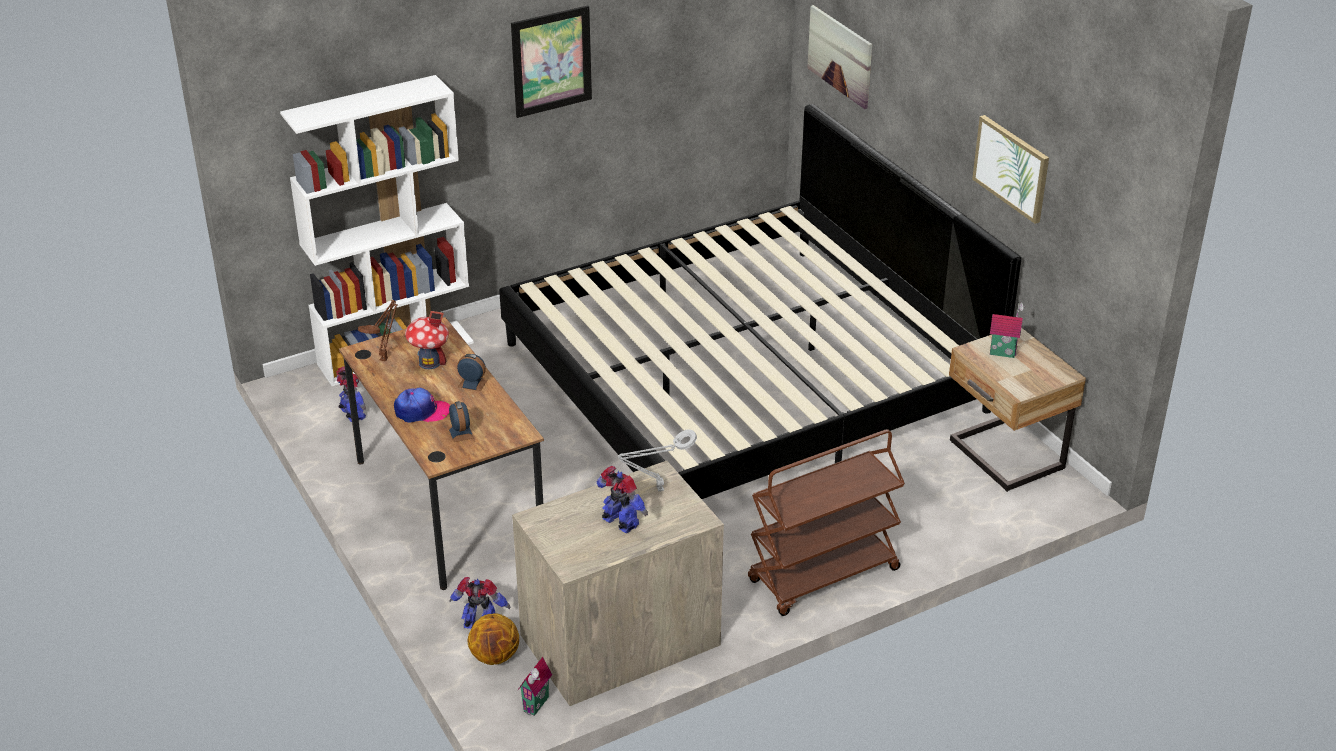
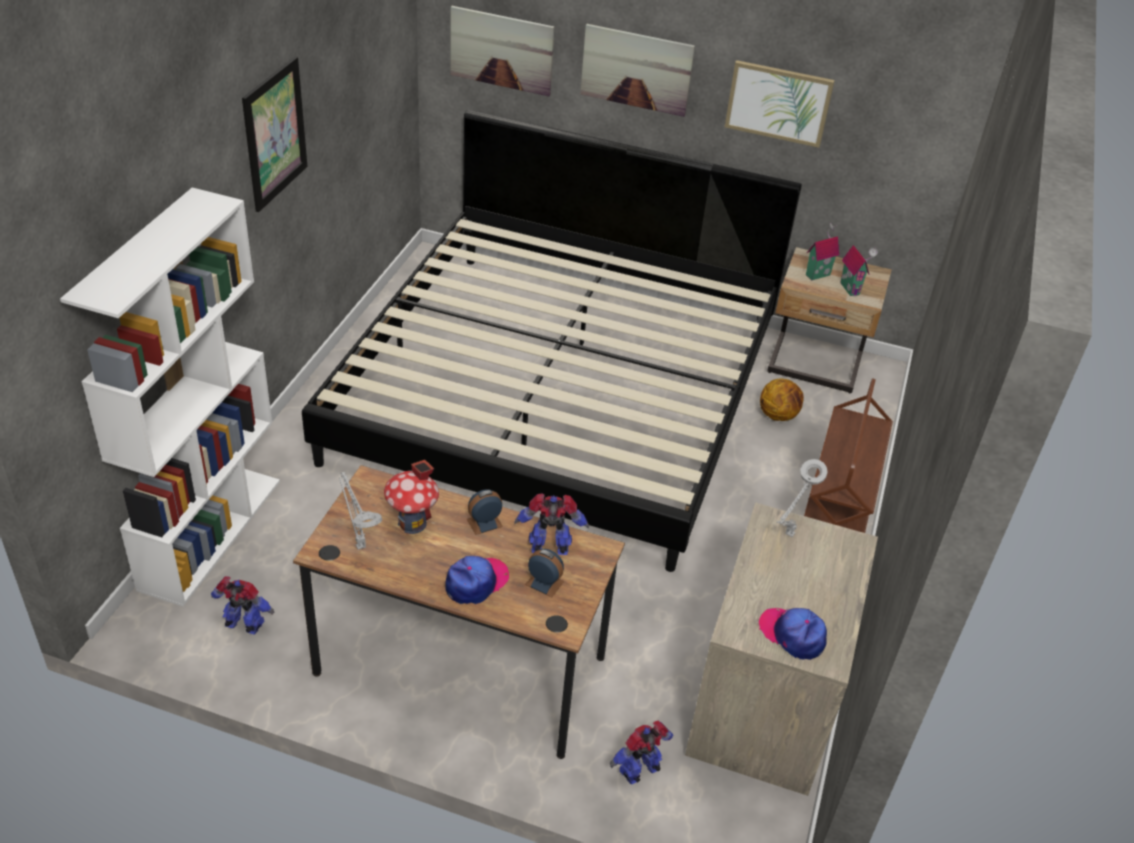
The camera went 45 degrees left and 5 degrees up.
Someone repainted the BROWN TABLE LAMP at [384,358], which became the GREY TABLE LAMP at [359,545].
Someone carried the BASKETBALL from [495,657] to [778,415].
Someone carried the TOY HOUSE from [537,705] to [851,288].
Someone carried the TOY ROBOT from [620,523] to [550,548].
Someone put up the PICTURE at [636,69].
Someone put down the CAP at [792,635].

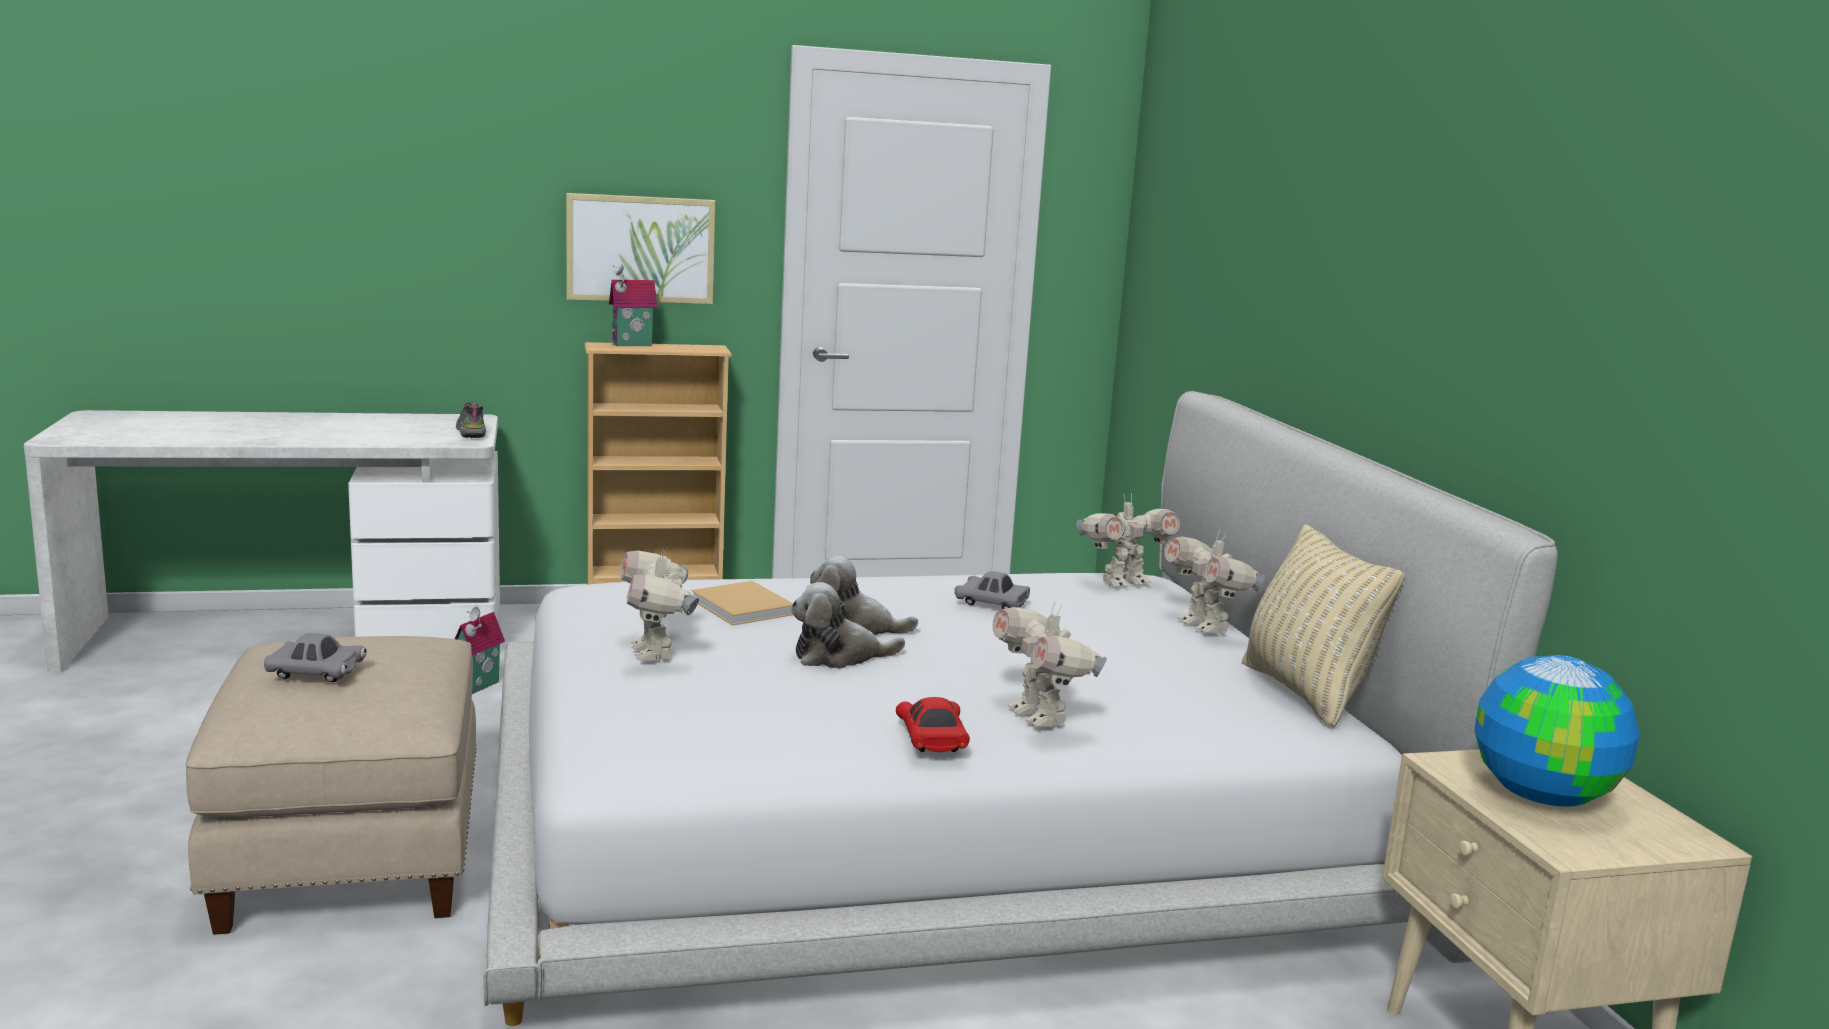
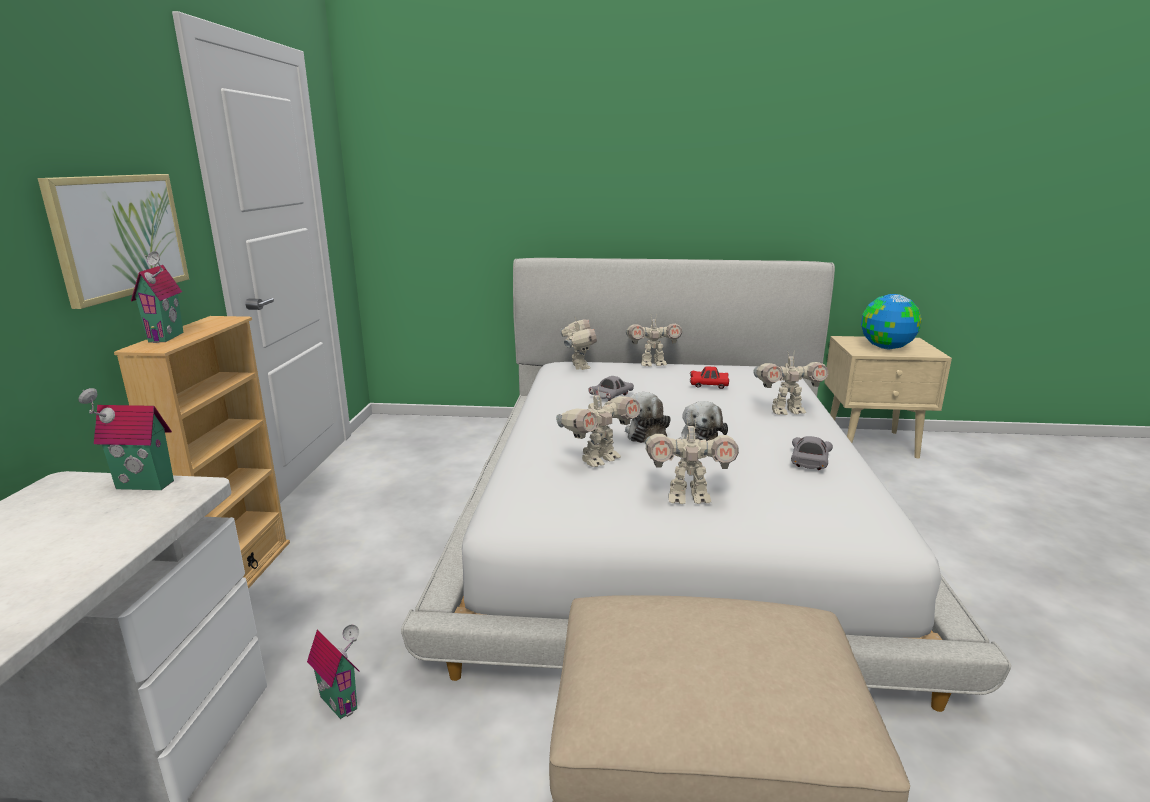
The camera went 70 degrees left and 5 degrees up.
Someone carried the GREY TOY CAR from [316,675] to [809,462].
Someone swapped the SHOE at [470,432] for the TOY HOUSE at [142,486].
Someone swapped the BEIGE BOOK at [744,608] for the TOY ROBOT at [598,459].
Someone carried the RED TOY CAR from [932,740] to [708,386].
Someone took away the BEIGE PILLOW at [1305,693].

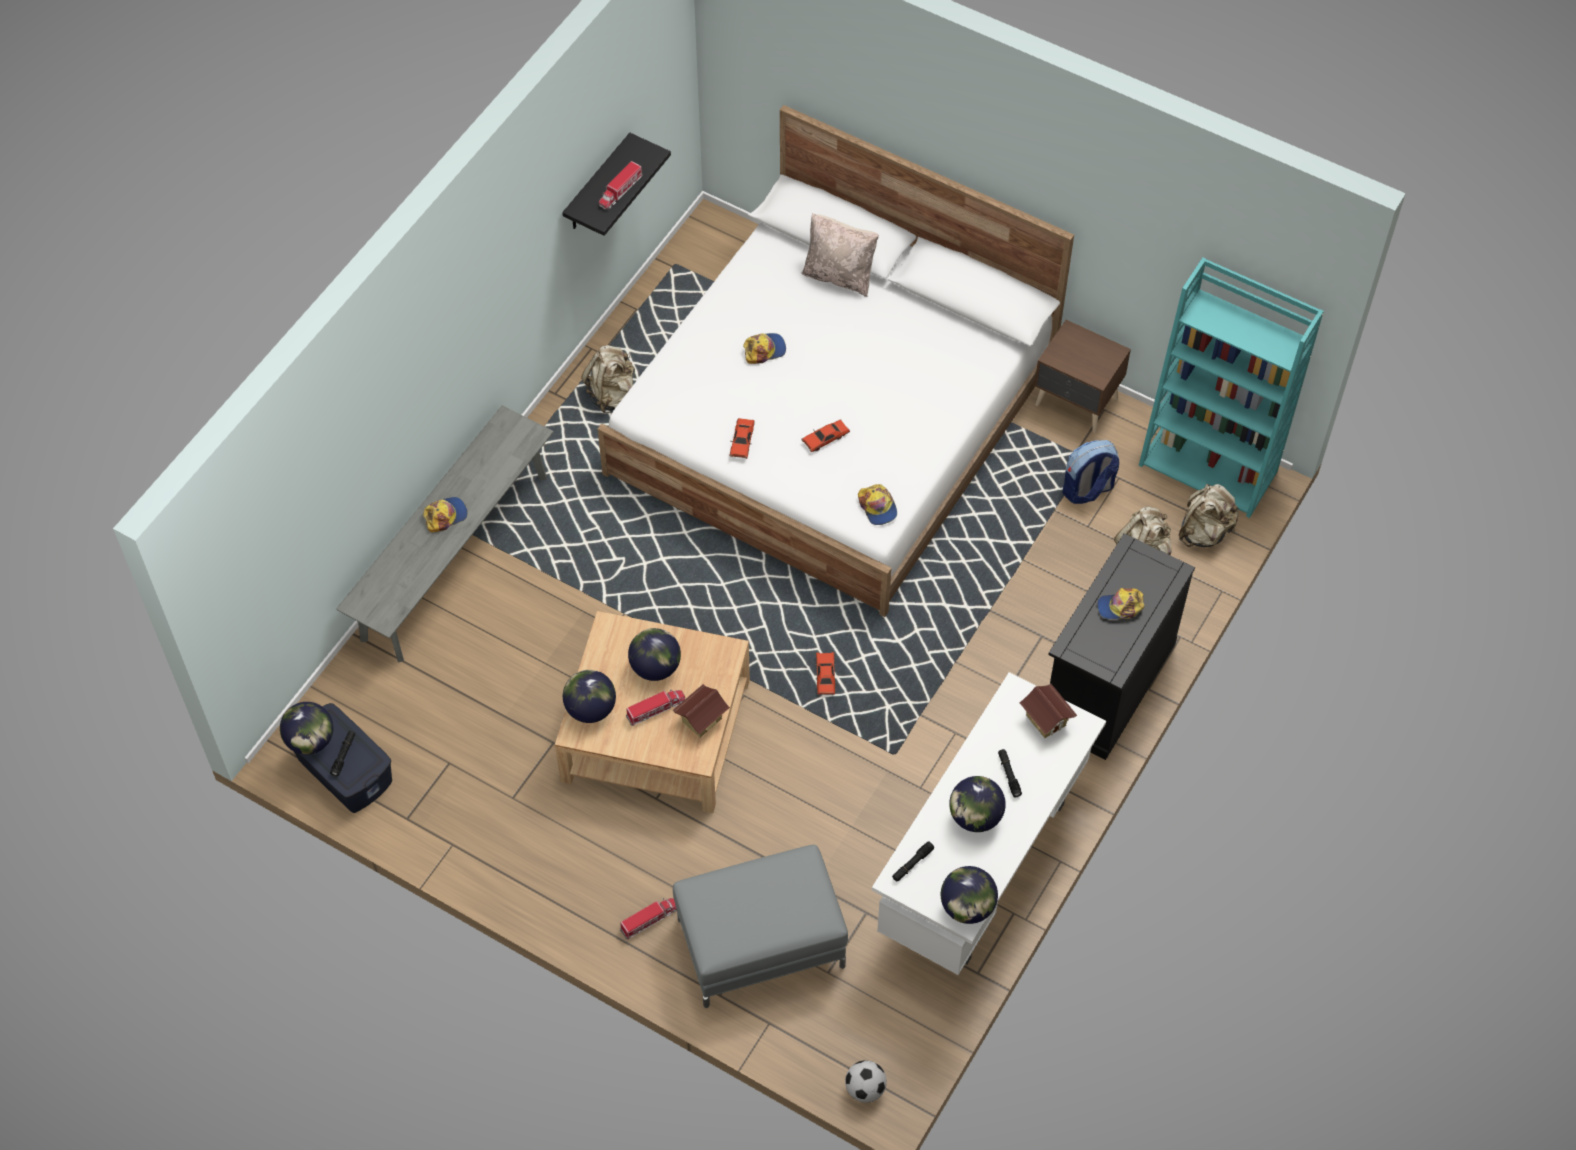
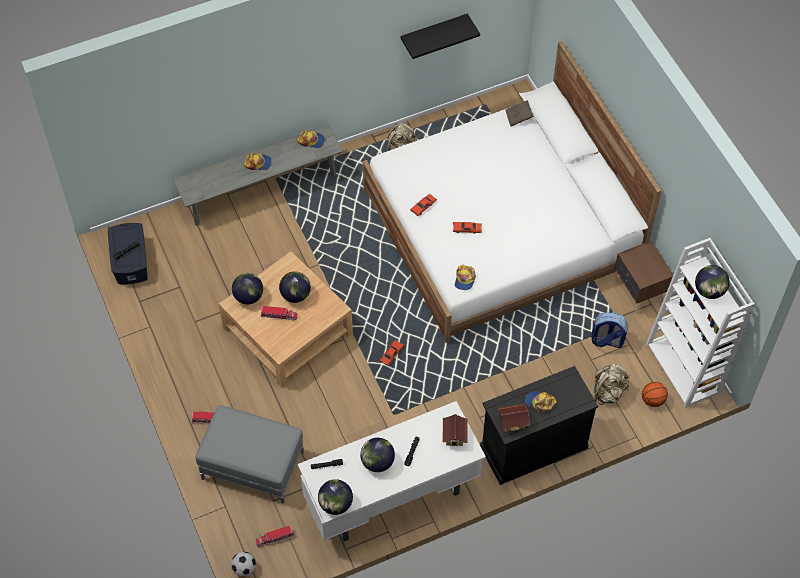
The camera went 35 degrees right and 0 degrees up.
Someone carried the GLOBE from [310,740] to [709,291].
Someone carried the TOY TRUCK from [620,191] to [275,538].
Someone carried the TOY HOUSE from [701,719] to [513,423].
Someone carried the CAP from [764,350] to [311,140].
Someone took away the BEIGE PILLOW at [839,275].
Someone repainted the TURQUOISE BOOKCASE at [1209,468], which became the WHITE BOOKCASE at [684,368].
Someone swapped the BEIGE BACKPACK at [1204,532] for the BASKETBALL at [653,400].
Someone put down the BROWN BOOK at [518,117].

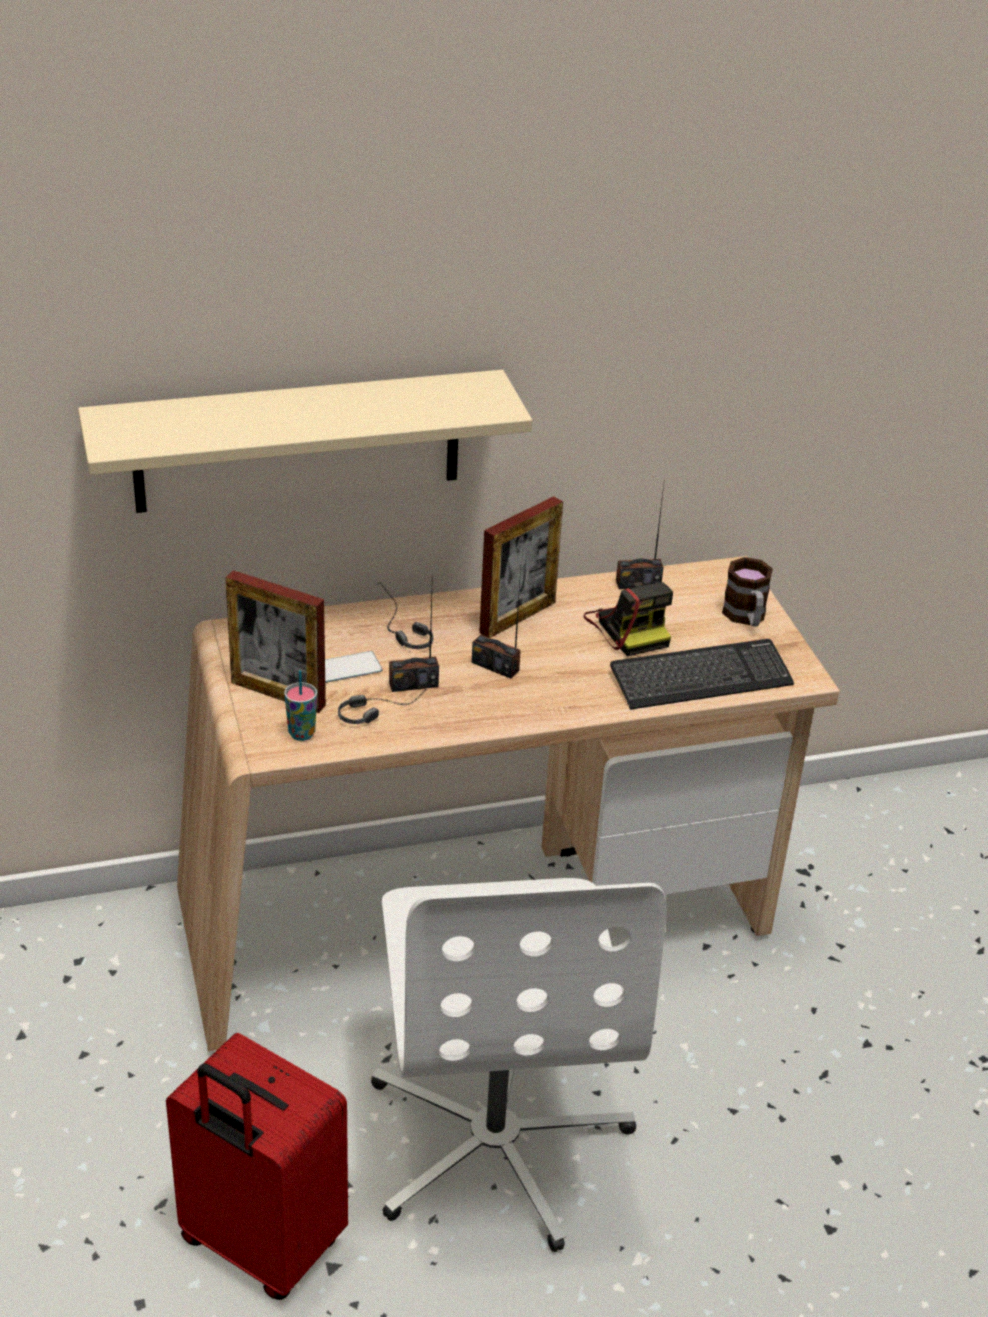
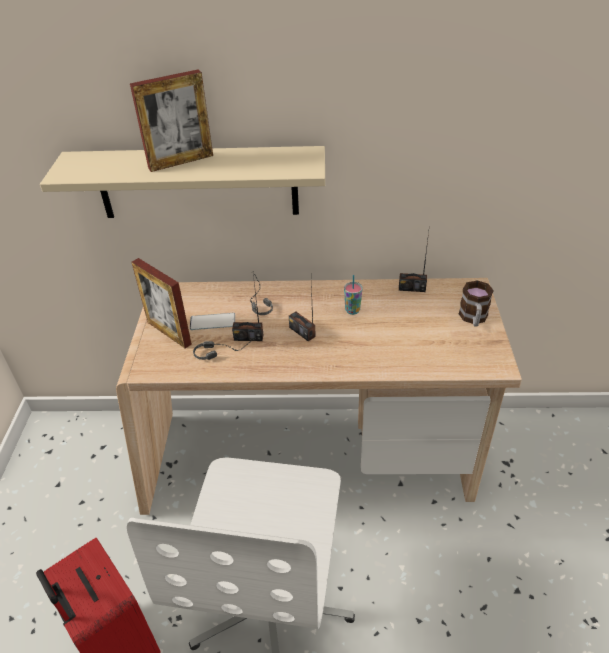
The camera went 20 degrees right and 5 degrees up.
Someone carried the CUP from [301,734] to [352,310].
Someone carried the PICTURE FRAME from [517,617] to [181,162].
Someone took away the PHOTO CAMERA at [628,628].
Someone took away the KEYBOARD at [700,678].

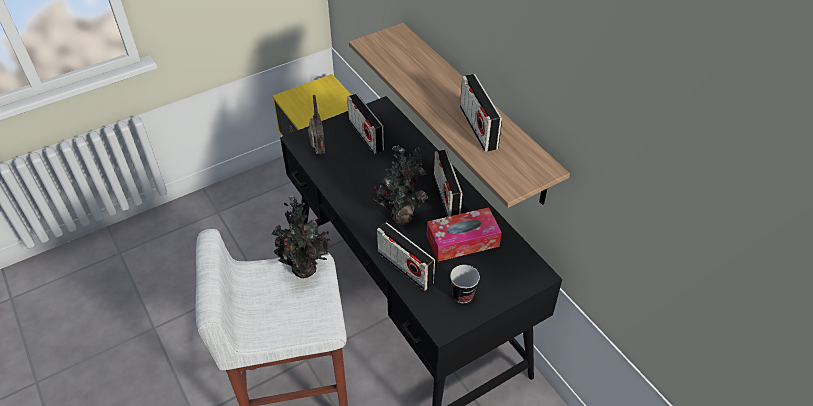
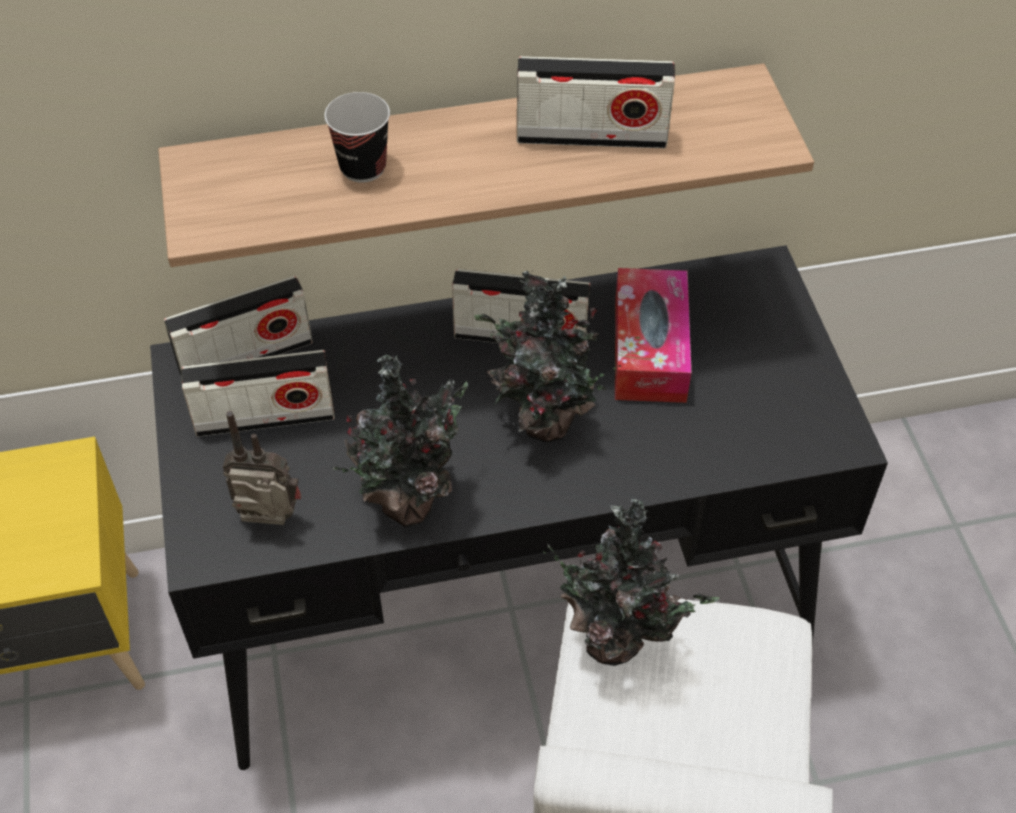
The camera went 70 degrees left and 5 degrees up.
Someone carried the RADIO from [405,268] to [246,356].
Someone carried the CUP from [463,295] to [363,167].
Someone put down the POTTED PLANT at [409,500].

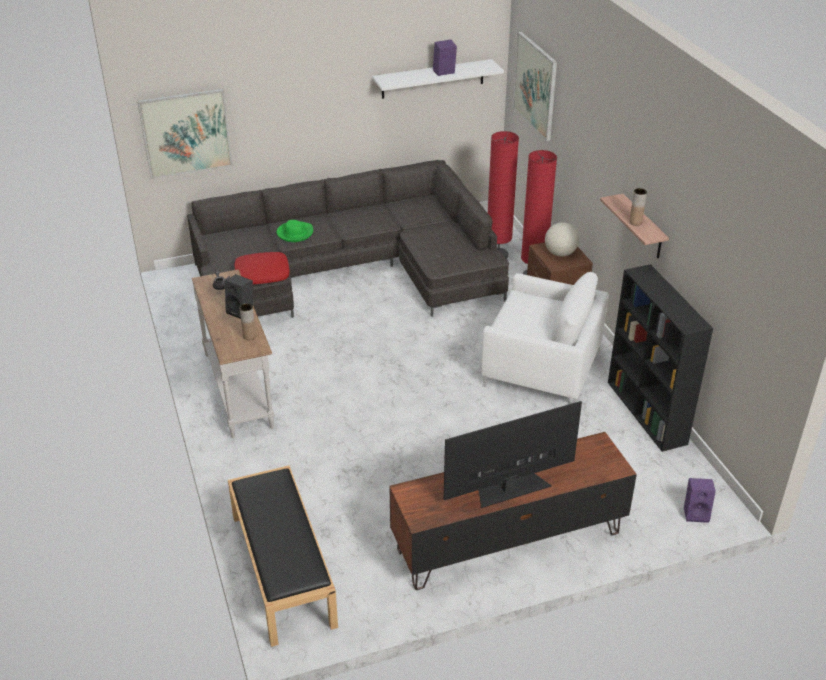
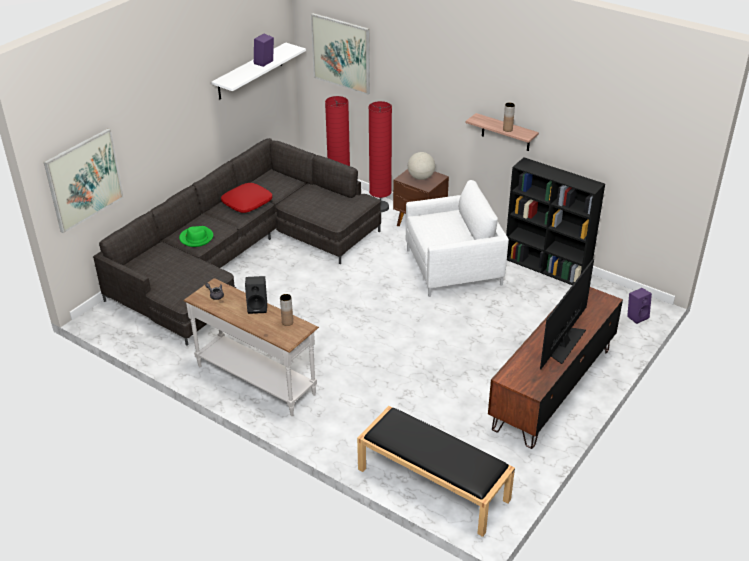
The camera went 35 degrees left and 0 degrees up.
Someone carried the RED PILLOW from [262,274] to [247,203].

